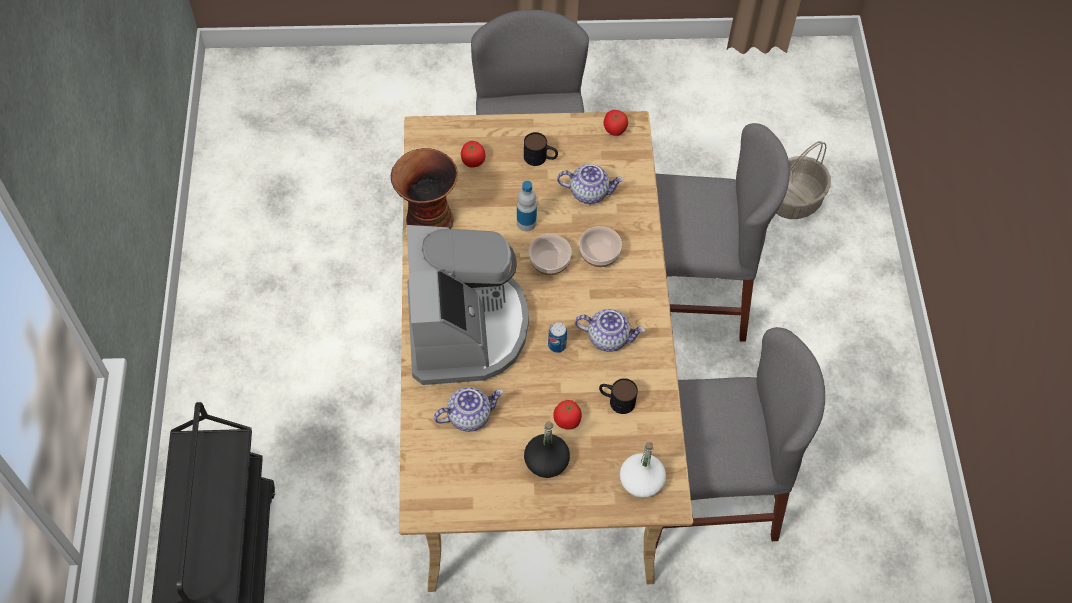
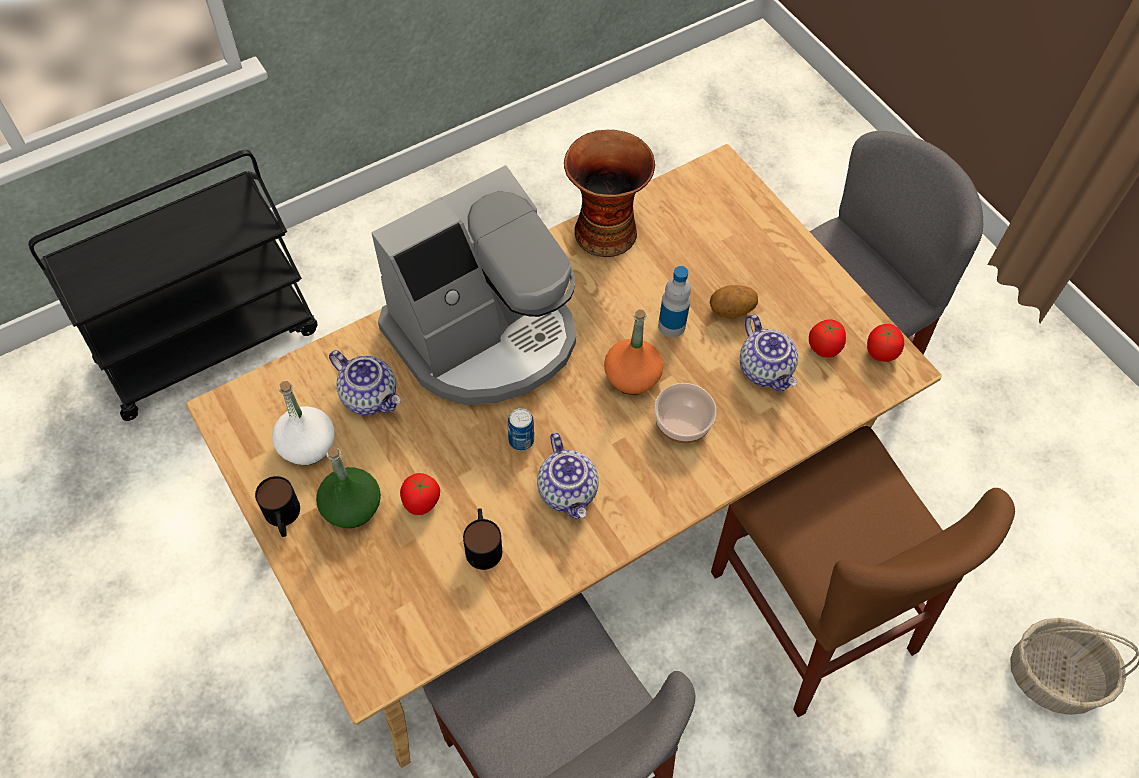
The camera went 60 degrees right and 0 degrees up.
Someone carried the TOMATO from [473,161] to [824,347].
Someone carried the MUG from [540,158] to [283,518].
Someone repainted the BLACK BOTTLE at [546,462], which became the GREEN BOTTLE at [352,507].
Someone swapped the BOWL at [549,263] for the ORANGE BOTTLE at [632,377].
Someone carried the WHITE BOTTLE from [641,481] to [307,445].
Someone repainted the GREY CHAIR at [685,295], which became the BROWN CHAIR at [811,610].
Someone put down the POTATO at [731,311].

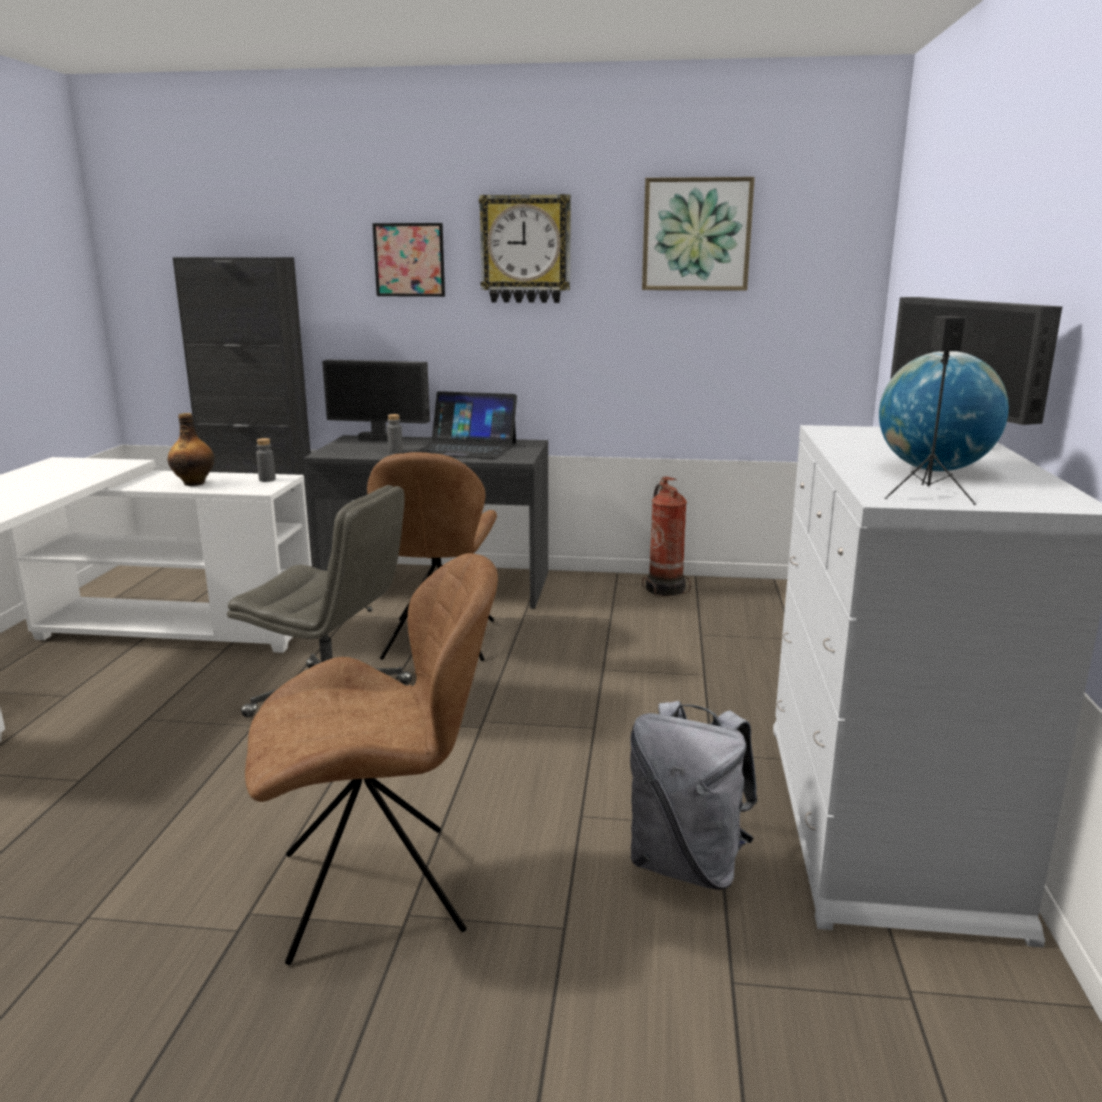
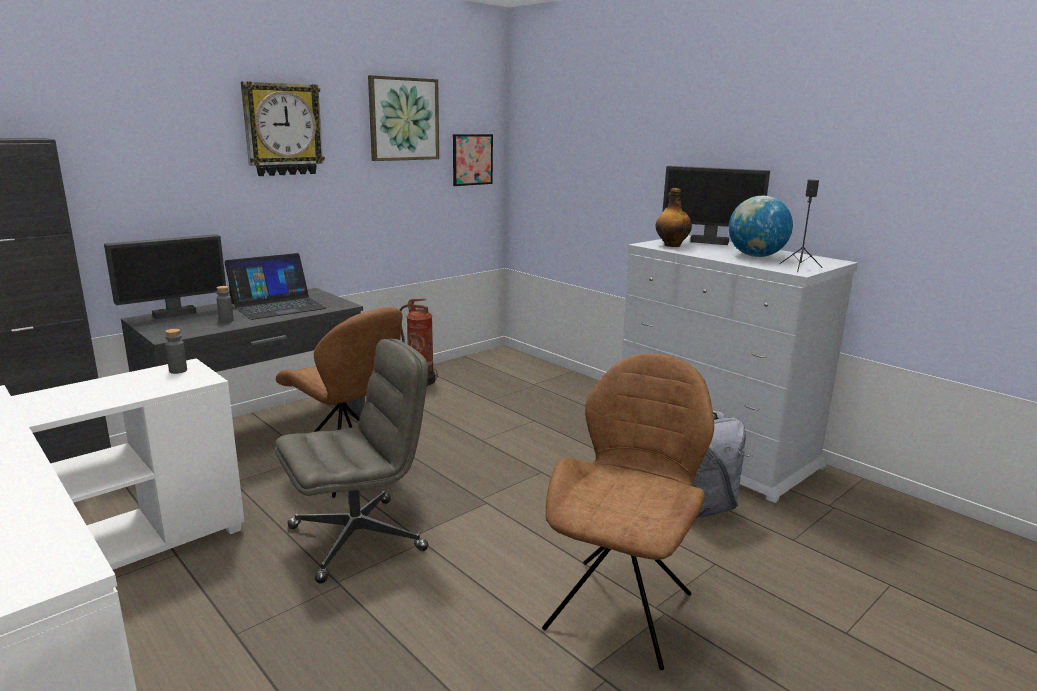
The camera went 50 degrees left and 0 degrees up.
Someone carried the BOTTLE from [194,483] to [671,245].
Someone carried the PICTURE from [409,260] to [472,159].

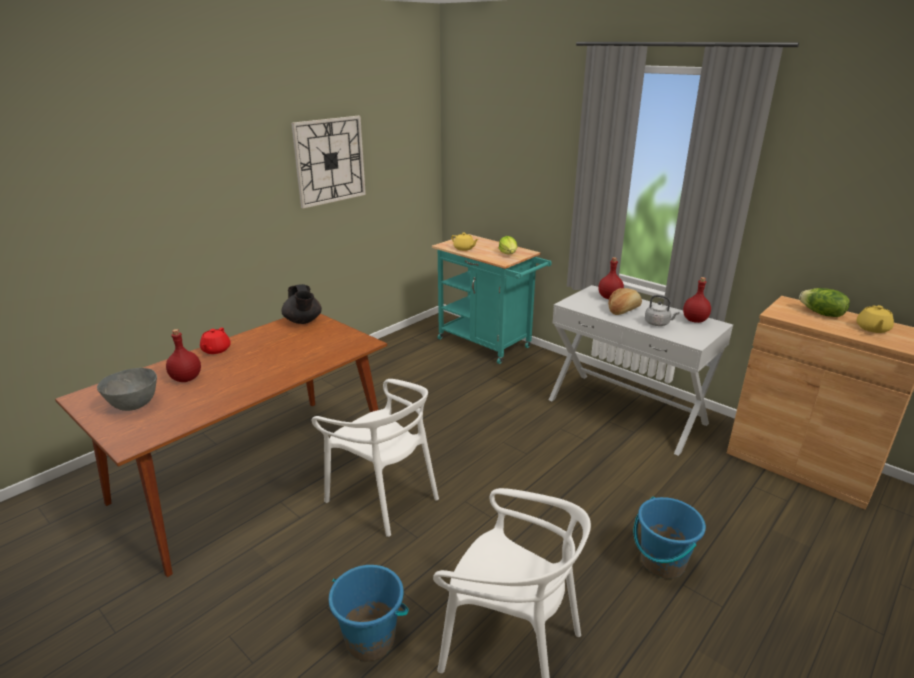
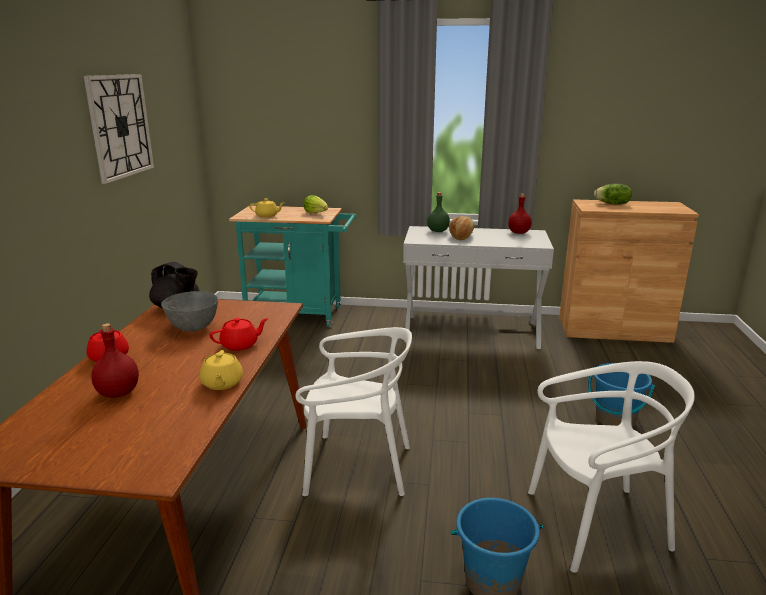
The camera went 35 degrees left and 5 degrees down.
Someone carried the GREY BOWL from [134,405] to [193,328].
Someone repainted the RED BOTTLE at [609,297], which became the GREEN BOTTLE at [437,231].
Someone took away the GREY KETTLE at [658,323].
Someone carried the YELLOW TEAPOT from [872,329] to [222,383].
Someone put down the RED TEAPOT at [240,345].

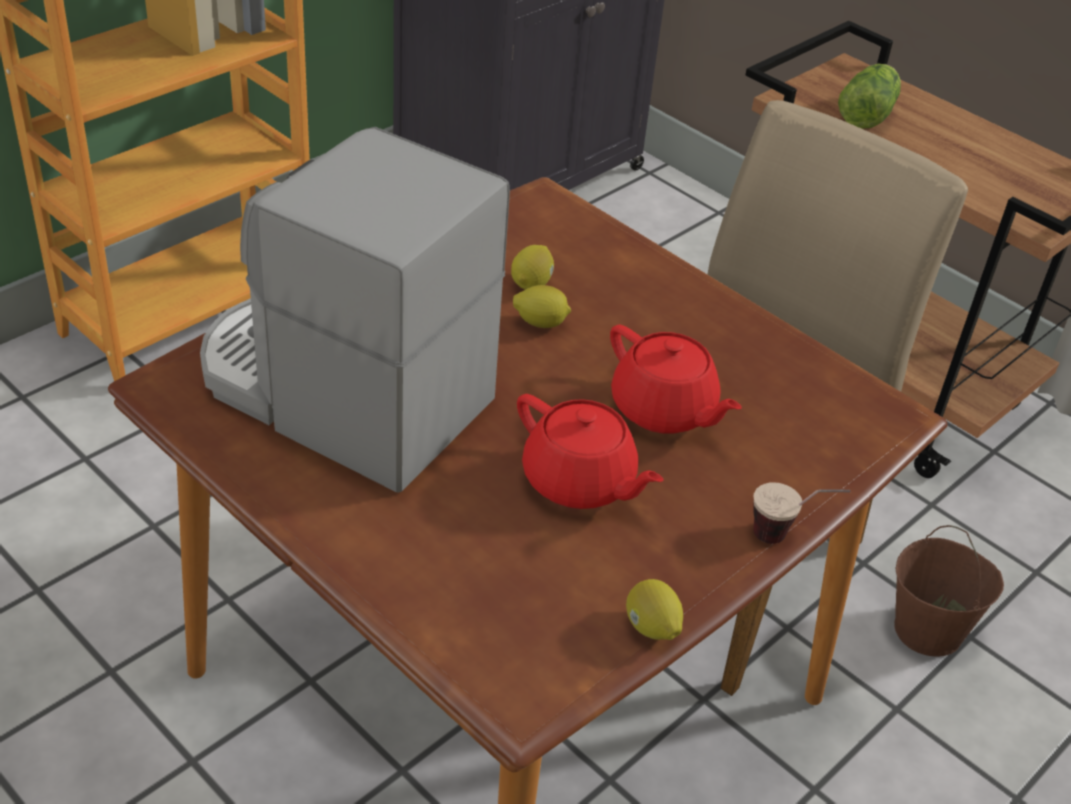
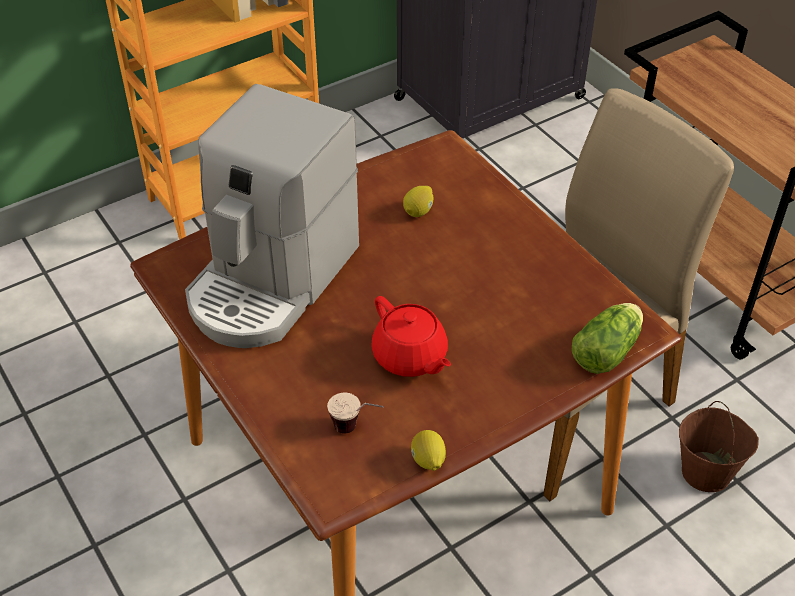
The camera went 15 degrees right and 5 degrees up.
Someone rotated the COFFEE MACHINE at [340,393] by 105 degrees counterclockwise.
Someone took away the LEMON at [540,323].
Someone took away the RED TEAPOT at [664,410].
Someone carried the CUP from [788,537] to [357,430].
Someone carried the LETTUCE from [868,113] to [608,350].

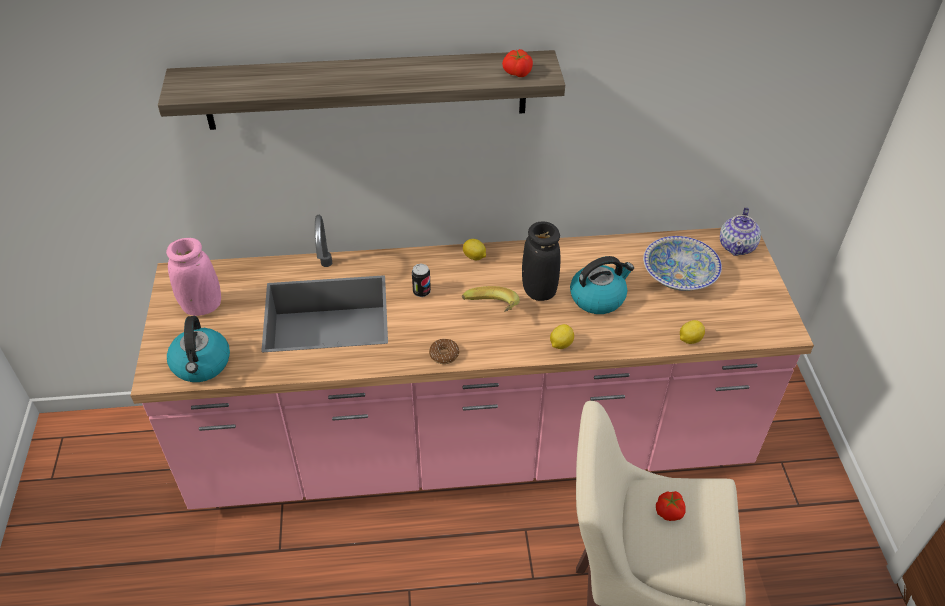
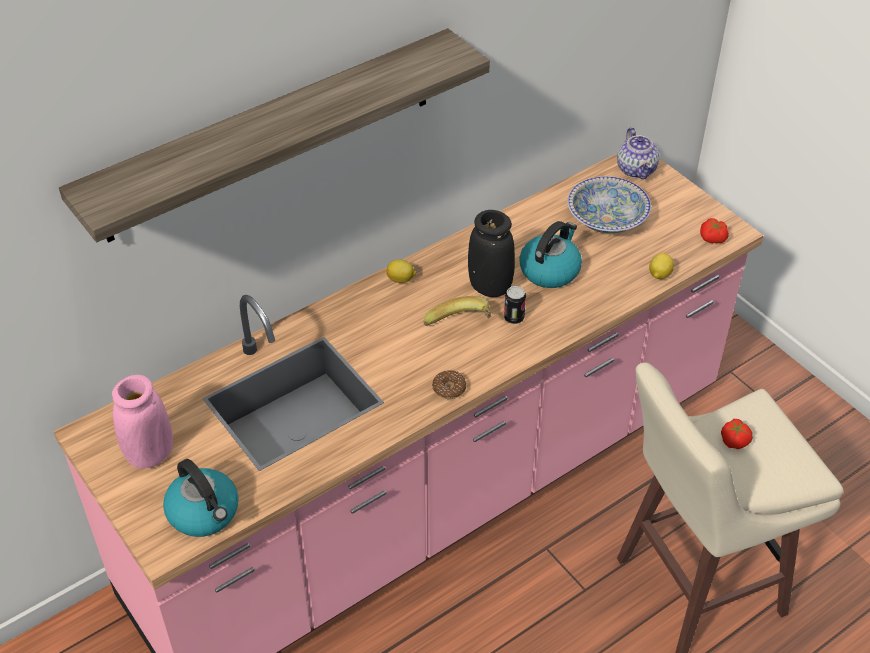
The camera went 30 degrees left and 0 degrees up.
Someone carried the CAN from [421,292] to [514,318].
Someone carried the TOMATO from [517,73] to [712,238].
Someone took away the LEMON at [560,344].

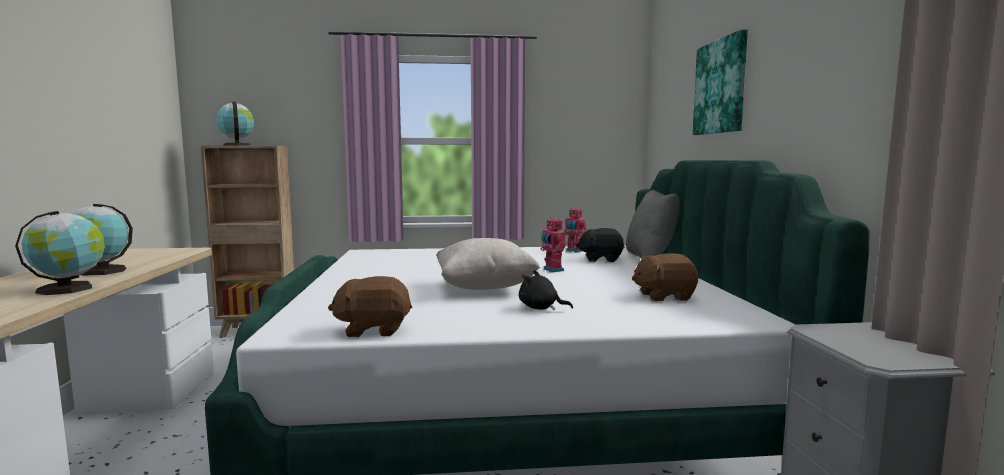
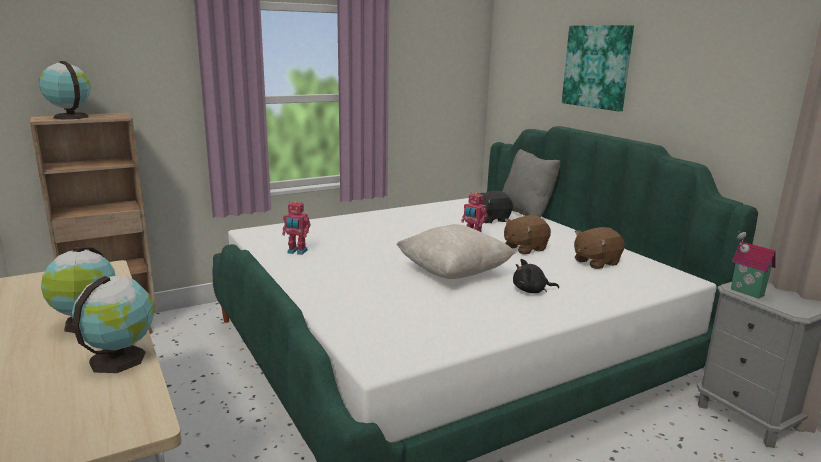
The camera went 25 degrees left and 10 degrees up.
Someone carried the BROWN PLUSH TOY from [373,330] to [524,248].
Someone carried the TOY ROBOT from [574,251] to [297,252].
Someone put down the TOY HOUSE at [745,292].

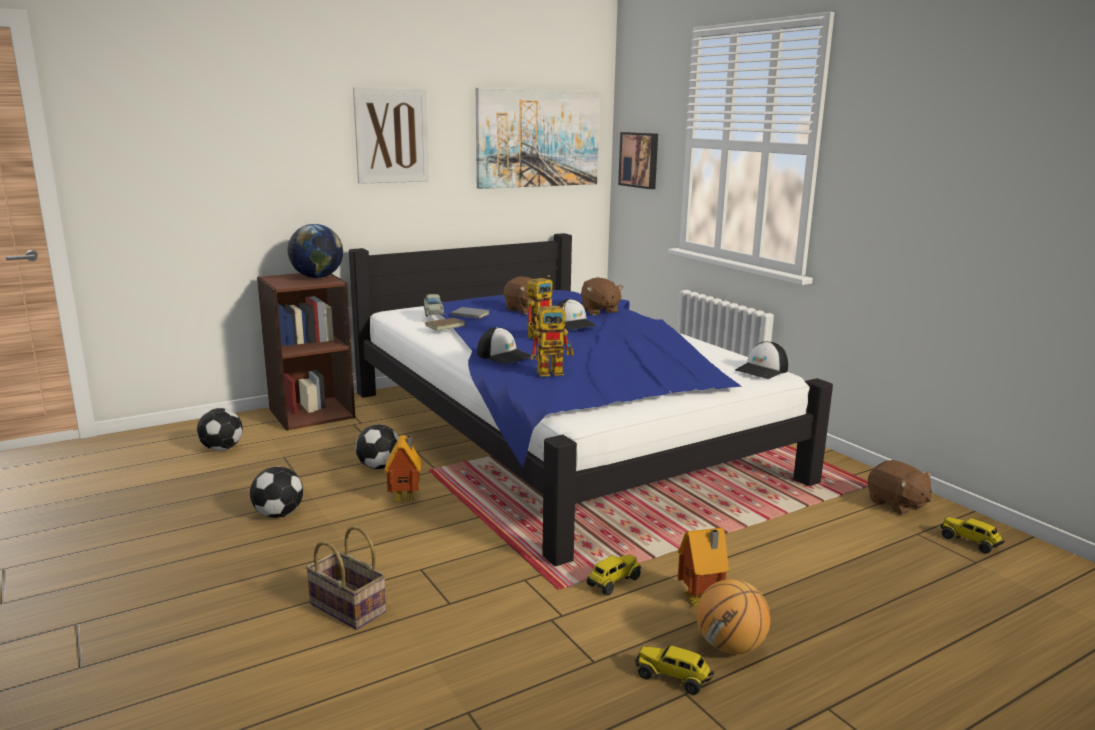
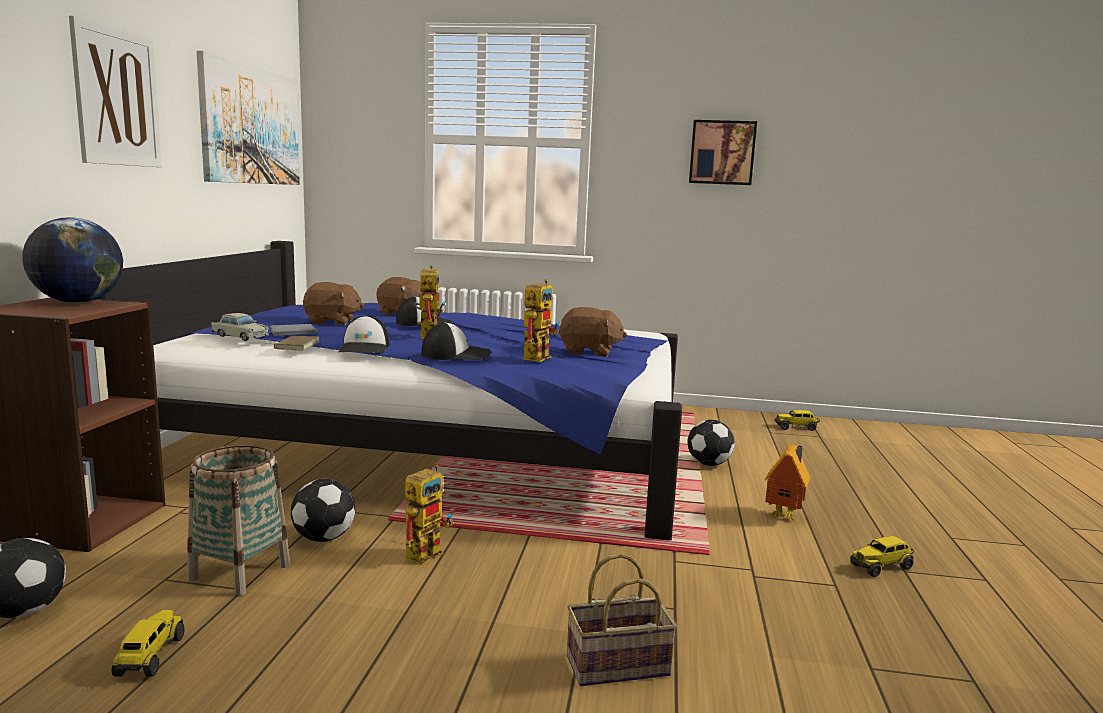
The camera went 50 degrees left and 5 degrees down.
Someone carried the FOOTBALL from [279,514] to [708,463].
Someone swapped the TOY HOUSE at [406,498] for the TOY ROBOT at [427,552].
Someone carried the TOY TRUCK from [613,582] to [150,657].
Someone carried the PICTURE from [640,160] to [722,152].
Someone took away the BASKETBALL at [730,646].
Someone carried the CAP from [762,370] to [365,348].
Someone carried the BROWN PLUSH TOY from [896,504] to [589,353].
Someone put down the BASKET at [240,572].

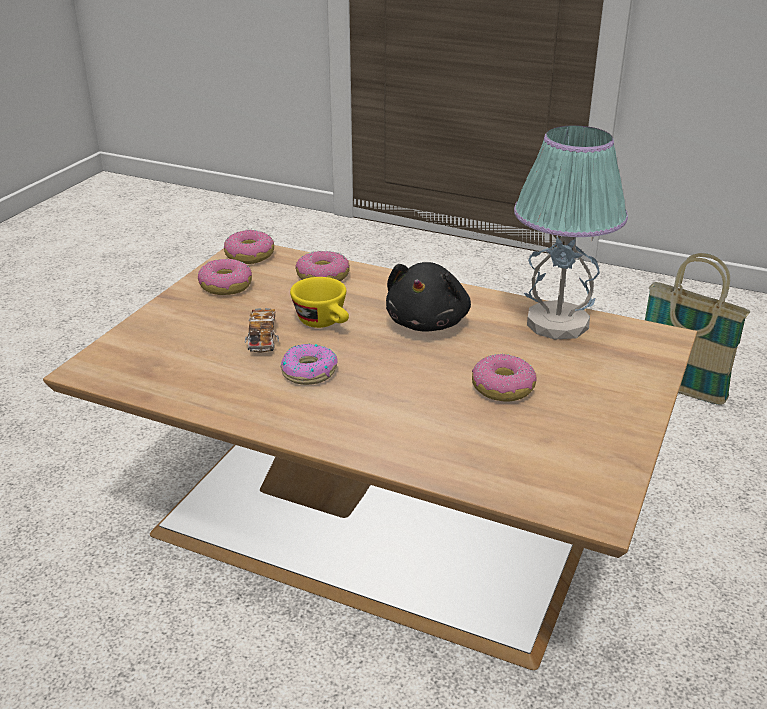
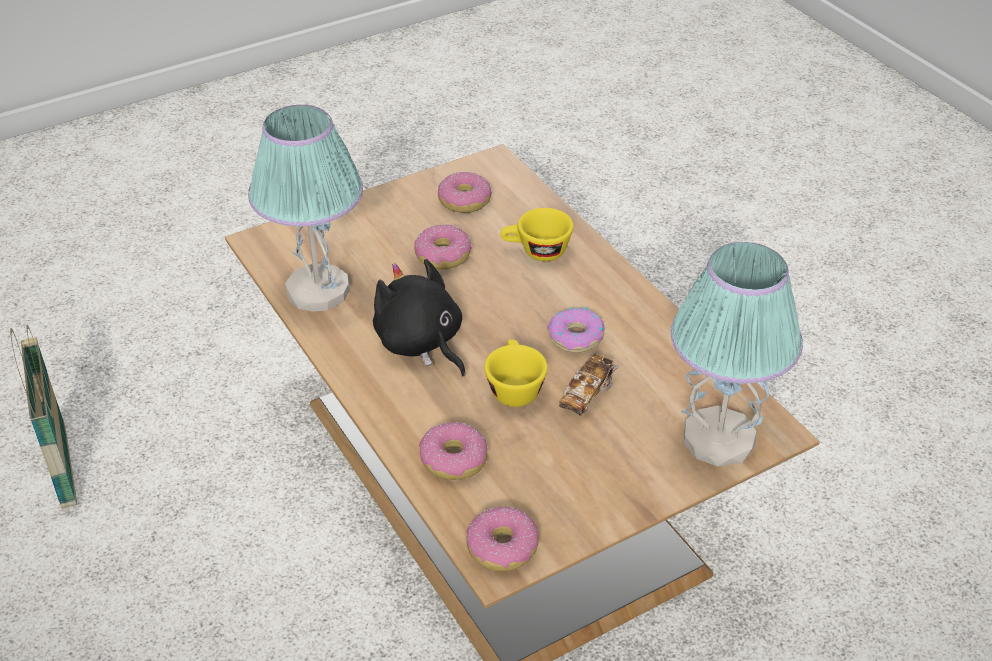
The camera went 145 degrees left and 10 degrees up.
Someone carried the DONUT from [225,286] to [465,201].
Someone rotated the BLACK PLUSH TOY at [428,322] by 90 degrees counterclockwise.
Someone put down the YELLOW CUP at [536,252].
Someone put down the TABLE LAMP at [719,439].

